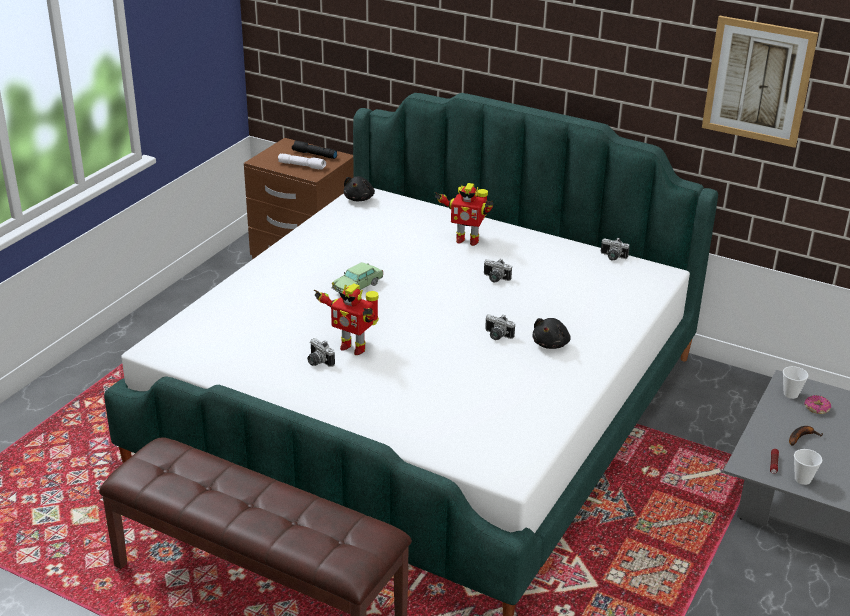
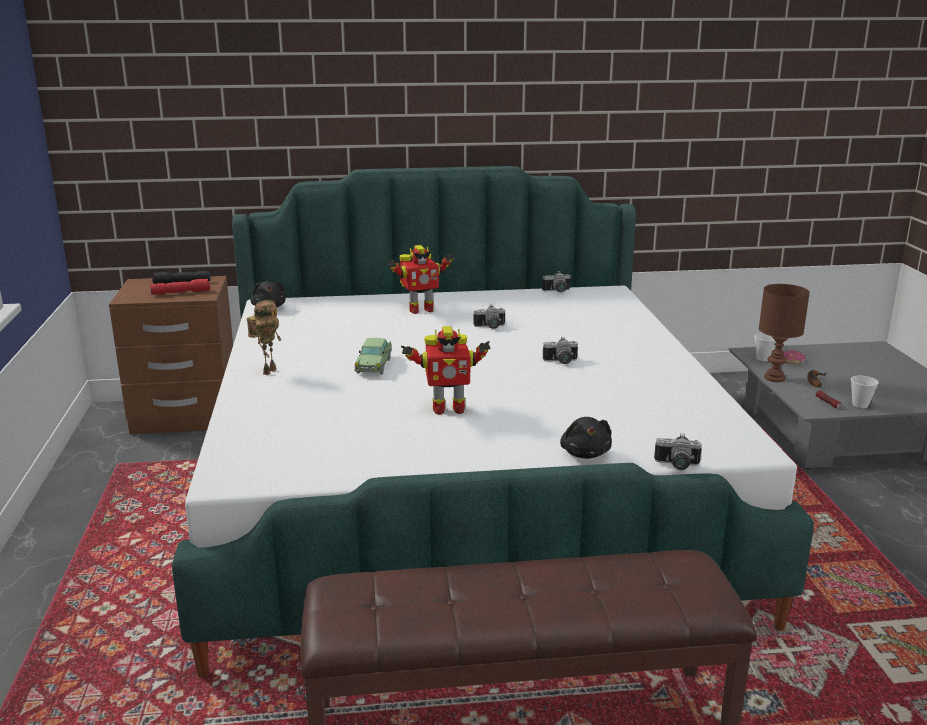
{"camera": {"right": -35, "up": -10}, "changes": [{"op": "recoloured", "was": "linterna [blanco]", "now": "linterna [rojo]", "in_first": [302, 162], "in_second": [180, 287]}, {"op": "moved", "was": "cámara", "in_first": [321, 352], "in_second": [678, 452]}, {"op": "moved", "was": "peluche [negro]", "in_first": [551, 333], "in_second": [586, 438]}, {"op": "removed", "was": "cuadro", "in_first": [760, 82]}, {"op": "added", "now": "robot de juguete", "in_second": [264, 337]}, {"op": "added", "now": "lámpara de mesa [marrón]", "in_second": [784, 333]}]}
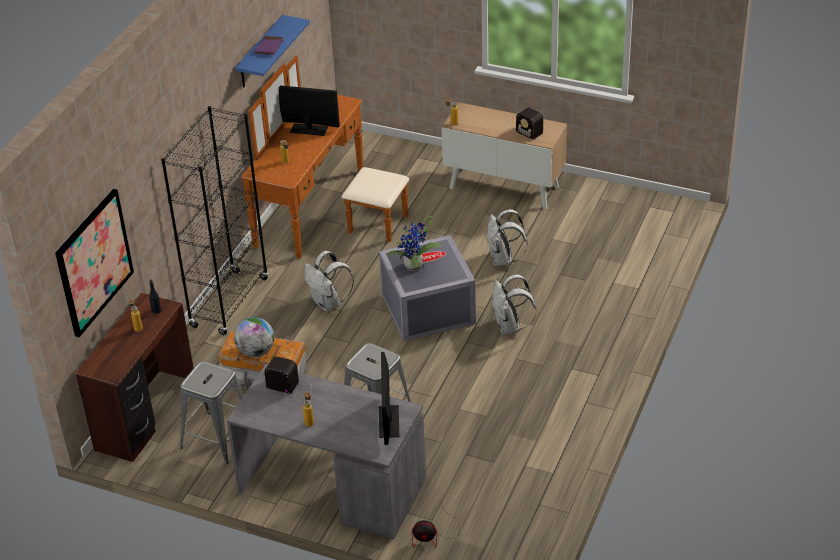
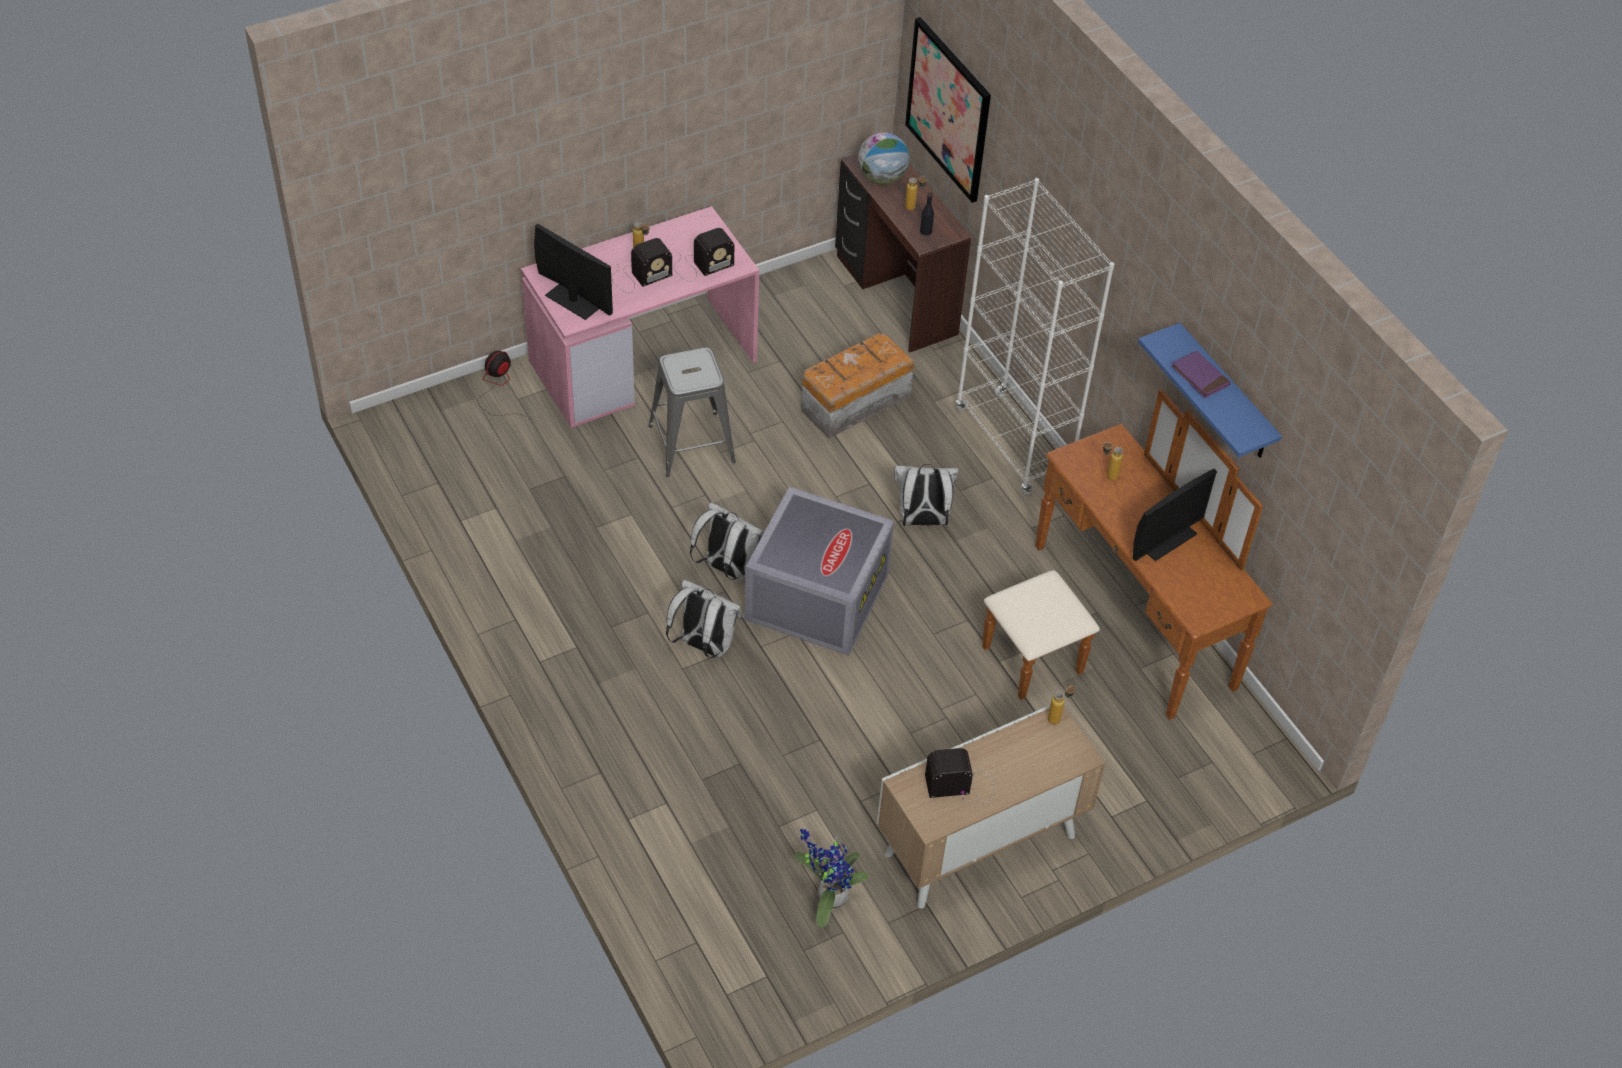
{"camera": {"right": 125, "up": 10}, "changes": [{"op": "recoloured", "was": "estantería [negro]", "now": "estantería [blanco]", "in_first": [214, 220], "in_second": [1035, 336]}, {"op": "removed", "was": "taburete [gris]", "in_first": [211, 412]}, {"op": "recoloured", "was": "escritorio [gris]", "now": "escritorio [rosa]", "in_first": [326, 452], "in_second": [640, 317]}, {"op": "moved", "was": "globo terráqueo", "in_first": [254, 337], "in_second": [883, 159]}, {"op": "moved", "was": "planta en maceta", "in_first": [414, 242], "in_second": [830, 878]}, {"op": "moved", "was": "mochila [blanco]", "in_first": [507, 237], "in_second": [727, 541]}, {"op": "added", "now": "radio", "in_second": [642, 265]}]}
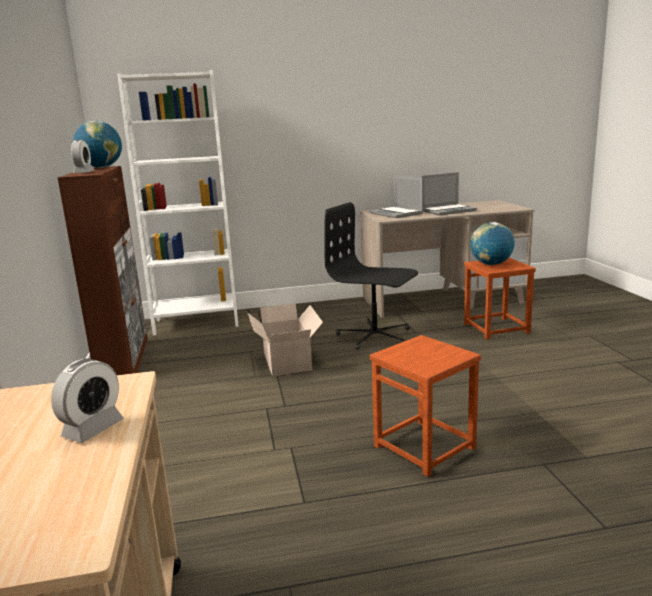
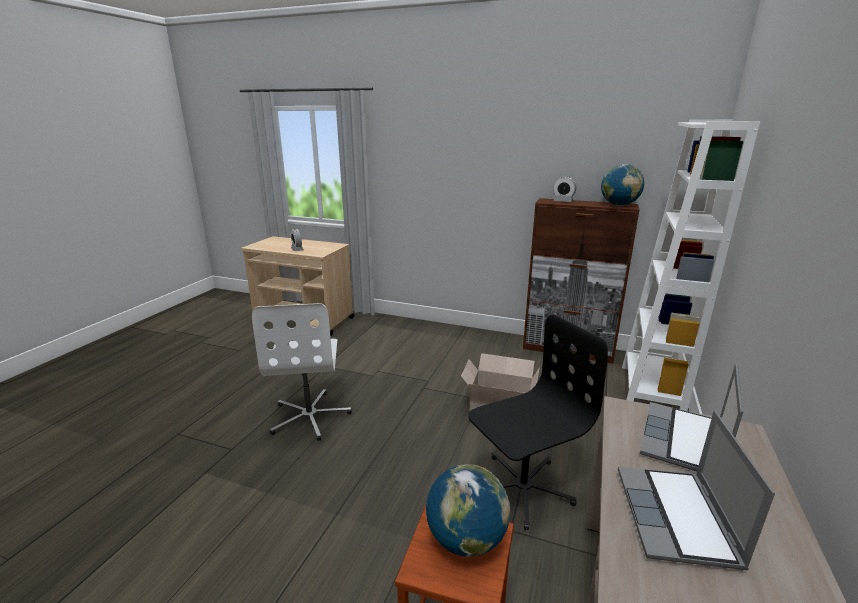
{"camera": {"right": 120, "up": 5}, "changes": [{"op": "turned", "was": "portátil", "in_first": [396, 196], "in_second": [691, 417], "clockwise": -60}, {"op": "replaced", "was": "taburete [marrón]", "now": "silla de oficina [blanco]", "in_first": [425, 406], "in_second": [302, 372]}]}
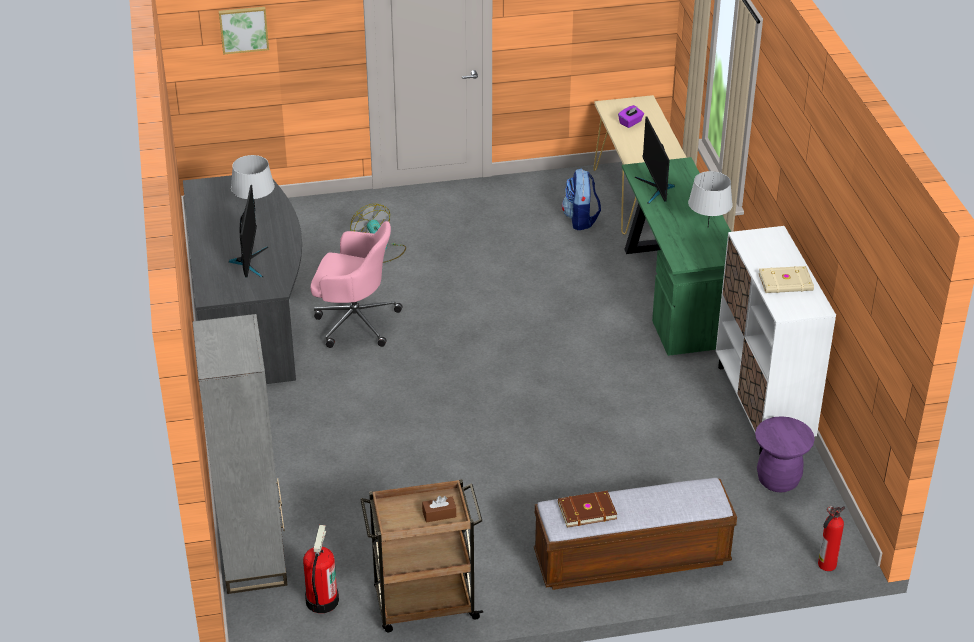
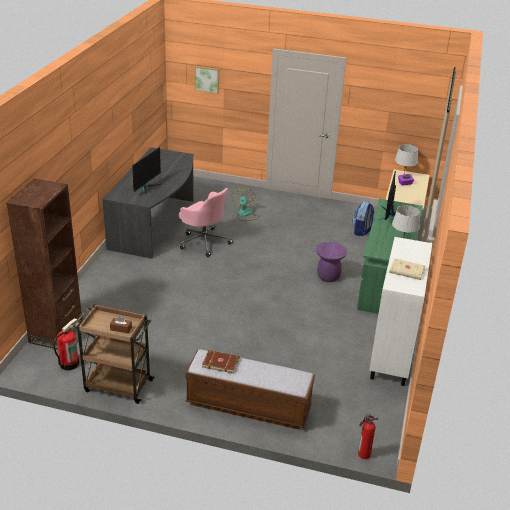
{"camera": {"right": 25, "up": -5}, "changes": [{"op": "recoloured", "was": "estantería [gris]", "now": "estantería [marrón]", "in_first": [240, 454], "in_second": [44, 264]}, {"op": "moved", "was": "lámpara de mesa [gris]", "in_first": [253, 181], "in_second": [406, 158]}, {"op": "moved", "was": "taburete [morado]", "in_first": [785, 454], "in_second": [331, 262]}]}
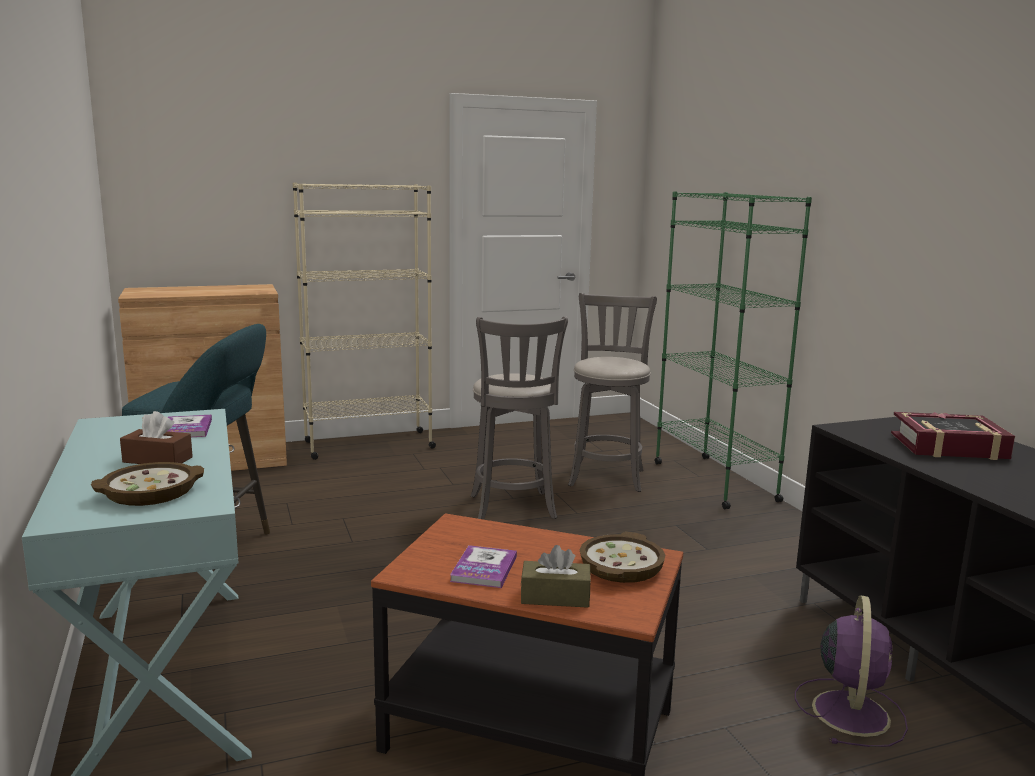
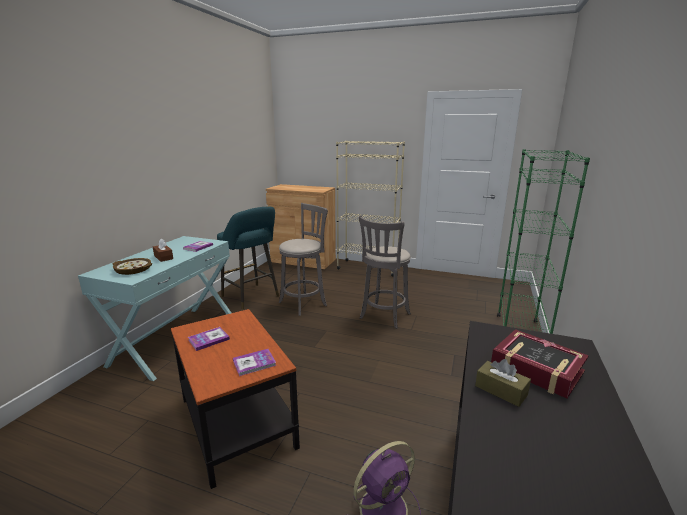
{"camera": {"right": 40, "up": 5}, "changes": [{"op": "moved", "was": "caja de pañuelos [marrón]", "in_first": [556, 576], "in_second": [503, 383]}, {"op": "moved", "was": "taburete [gris]", "in_first": [612, 392], "in_second": [303, 259]}, {"op": "replaced", "was": "cuenco", "now": "libro", "in_first": [622, 557], "in_second": [254, 362]}]}
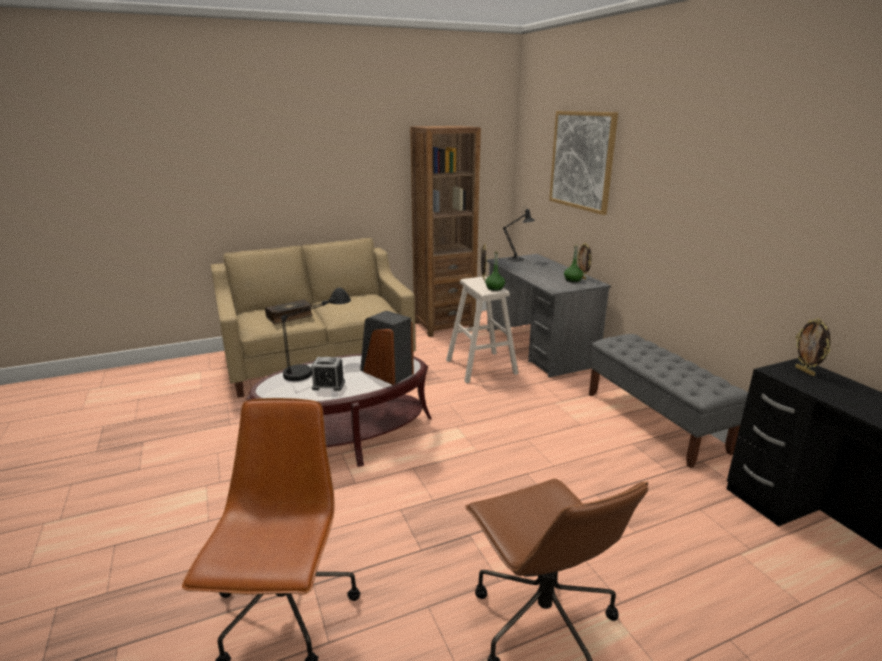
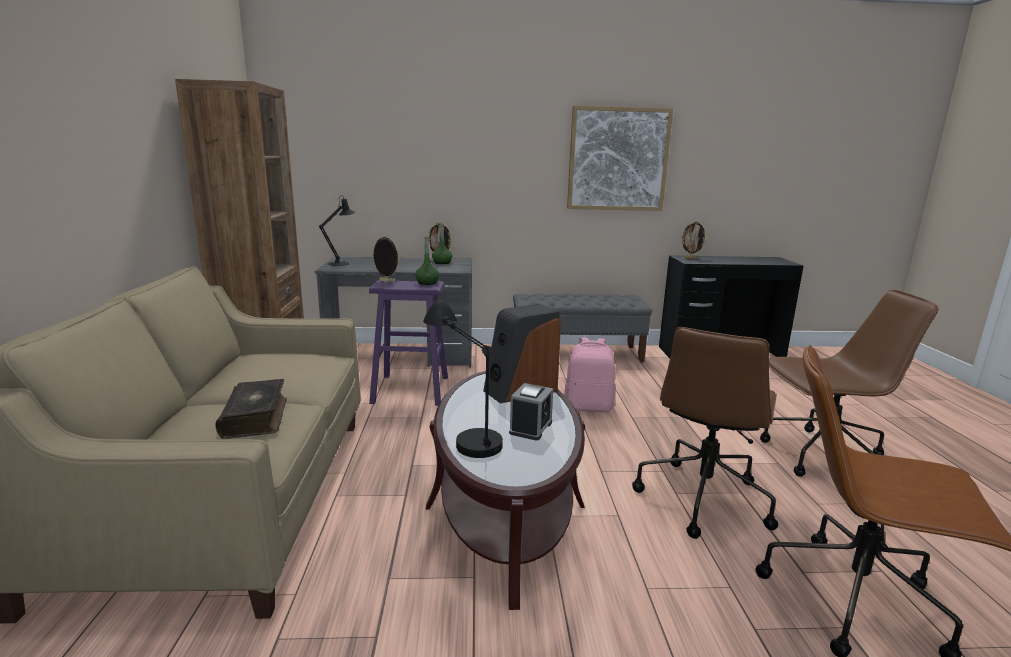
{"camera": {"right": -70, "up": -5}, "changes": [{"op": "recoloured", "was": "taburete [beis]", "now": "taburete [morado]", "in_first": [482, 330], "in_second": [408, 343]}, {"op": "moved", "was": "cuadro", "in_first": [583, 163], "in_second": [620, 158]}, {"op": "added", "now": "mochila [rosa]", "in_second": [589, 375]}, {"op": "added", "now": "silla de oficina [marrón]", "in_second": [705, 433]}]}
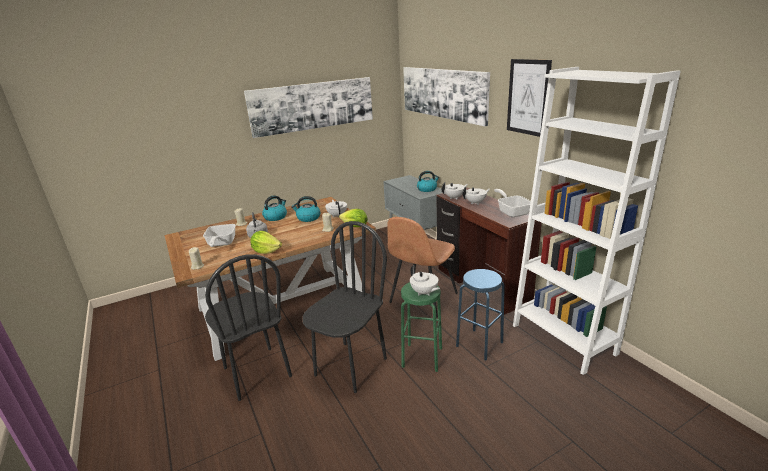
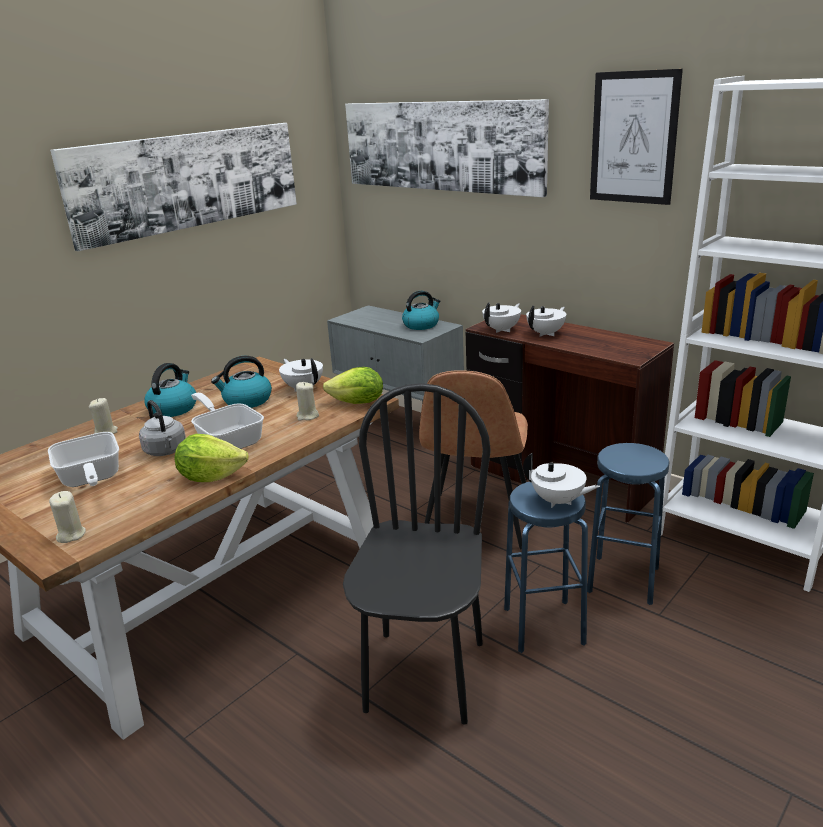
{"camera": {"right": -20, "up": 0}, "changes": [{"op": "removed", "was": "silla [negro]", "in_first": [248, 327]}, {"op": "recoloured", "was": "taburete [verde]", "now": "taburete [azul]", "in_first": [421, 327], "in_second": [546, 567]}, {"op": "moved", "was": "sartén", "in_first": [512, 203], "in_second": [227, 421]}]}
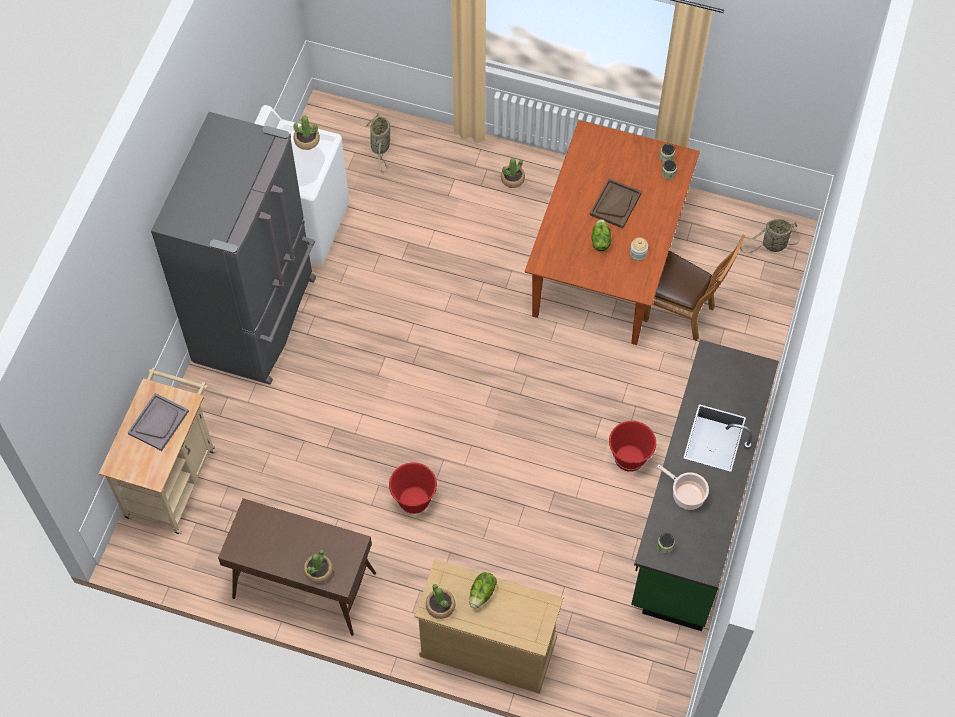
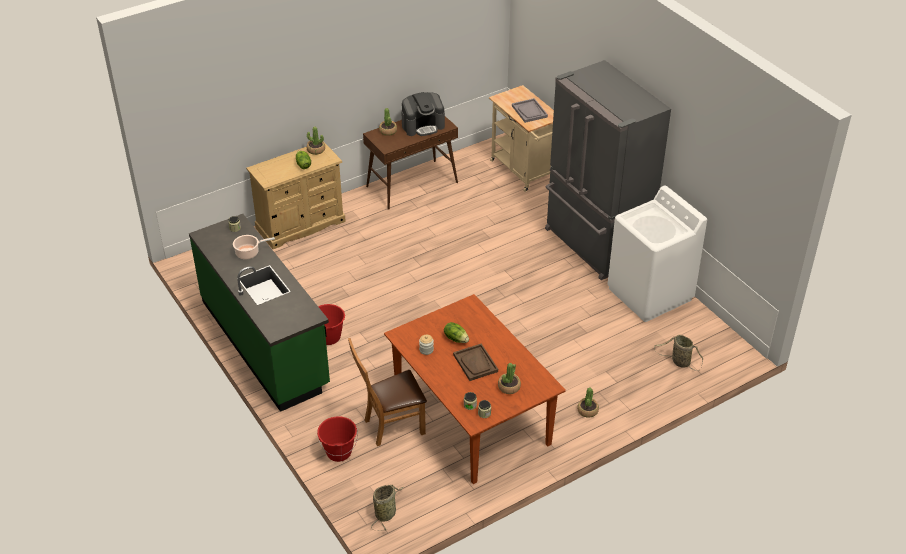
{"camera": {"right": 130, "up": -20}, "changes": [{"op": "moved", "was": "planta en maceta", "in_first": [306, 133], "in_second": [509, 378]}, {"op": "moved", "was": "cubo [rojo]", "in_first": [413, 488], "in_second": [337, 439]}, {"op": "added", "now": "cafetera", "in_second": [423, 114]}]}
